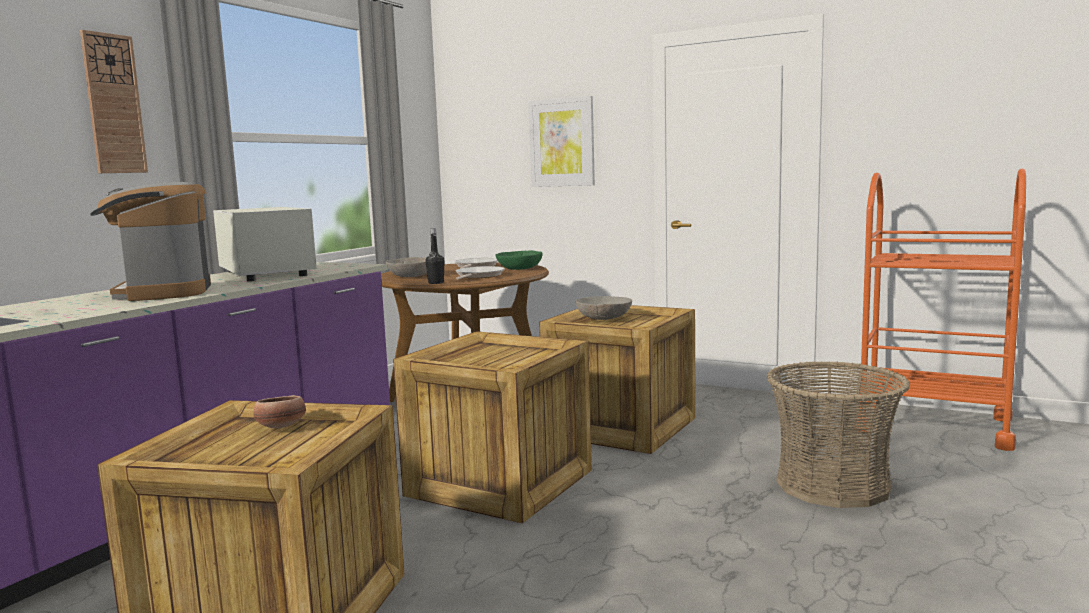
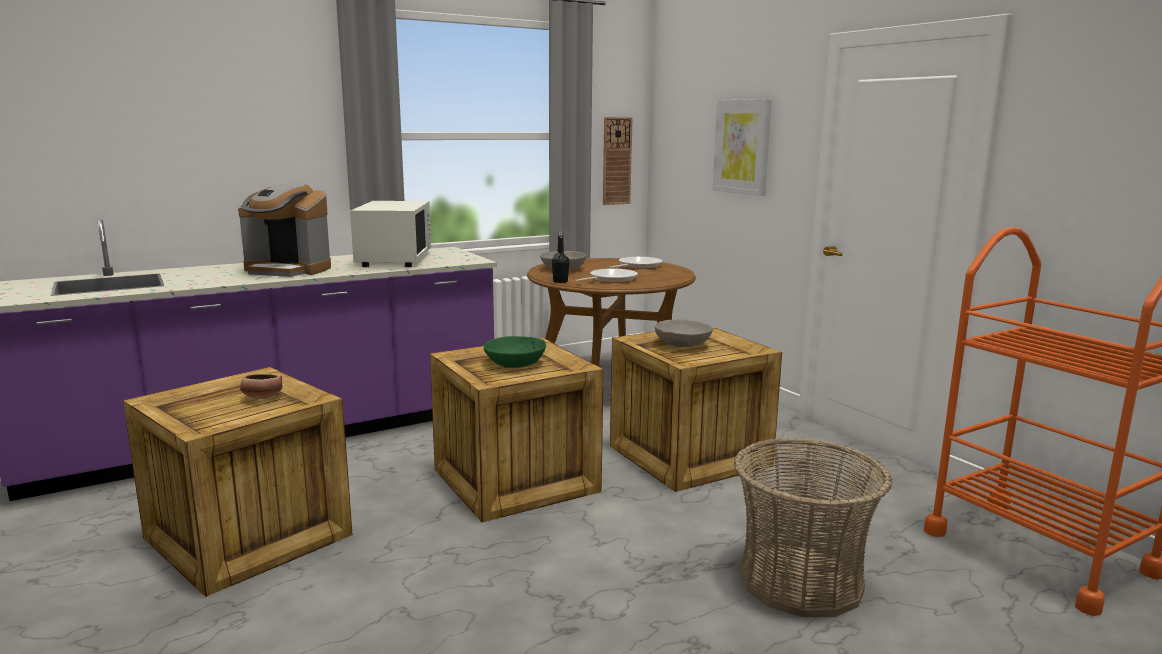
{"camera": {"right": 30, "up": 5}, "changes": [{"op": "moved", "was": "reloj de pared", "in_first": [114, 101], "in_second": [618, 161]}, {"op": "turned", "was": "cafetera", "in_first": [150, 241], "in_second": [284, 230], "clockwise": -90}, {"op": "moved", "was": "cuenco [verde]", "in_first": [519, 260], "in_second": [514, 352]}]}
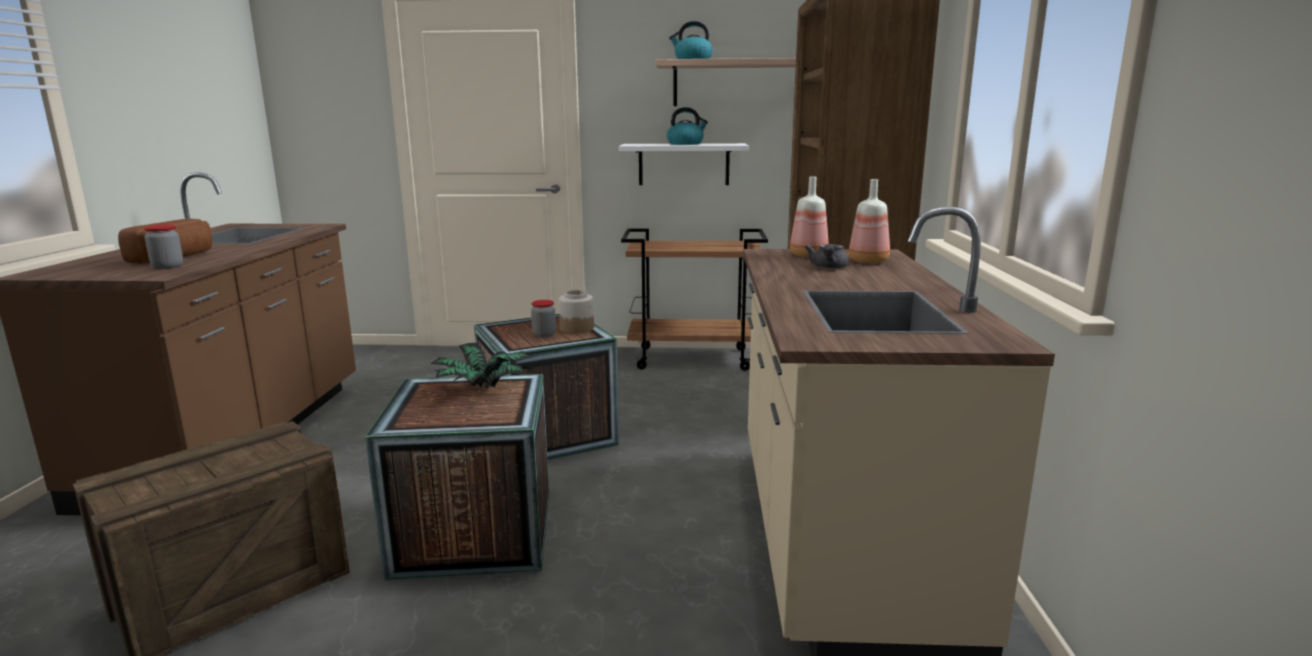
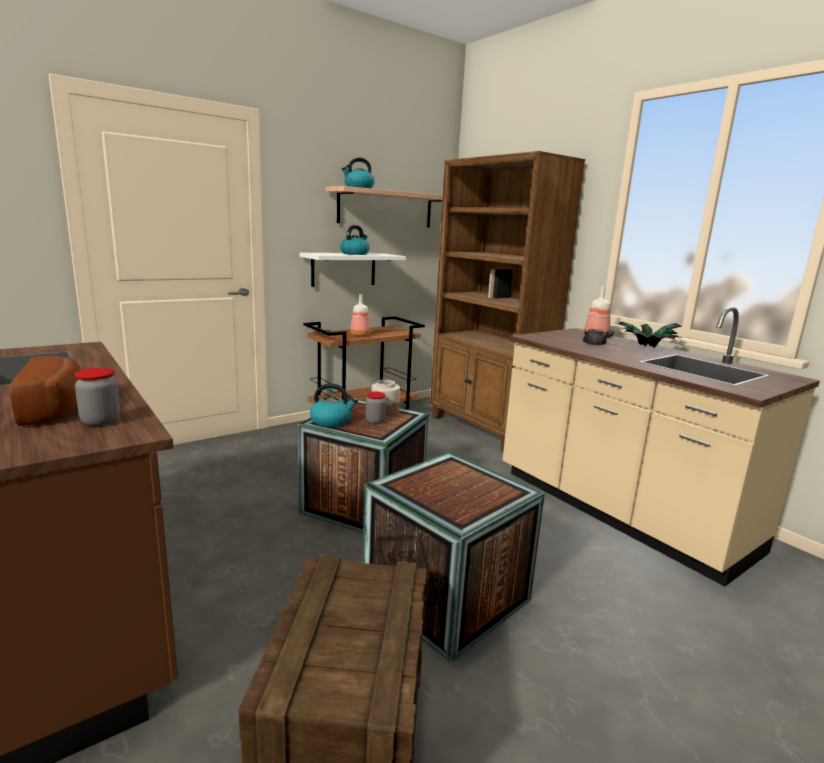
{"camera": {"right": -40, "up": 0}, "changes": [{"op": "moved", "was": "planta en maceta", "in_first": [481, 366], "in_second": [650, 335]}, {"op": "moved", "was": "botella", "in_first": [809, 216], "in_second": [360, 315]}, {"op": "added", "now": "hervidor", "in_second": [334, 405]}]}
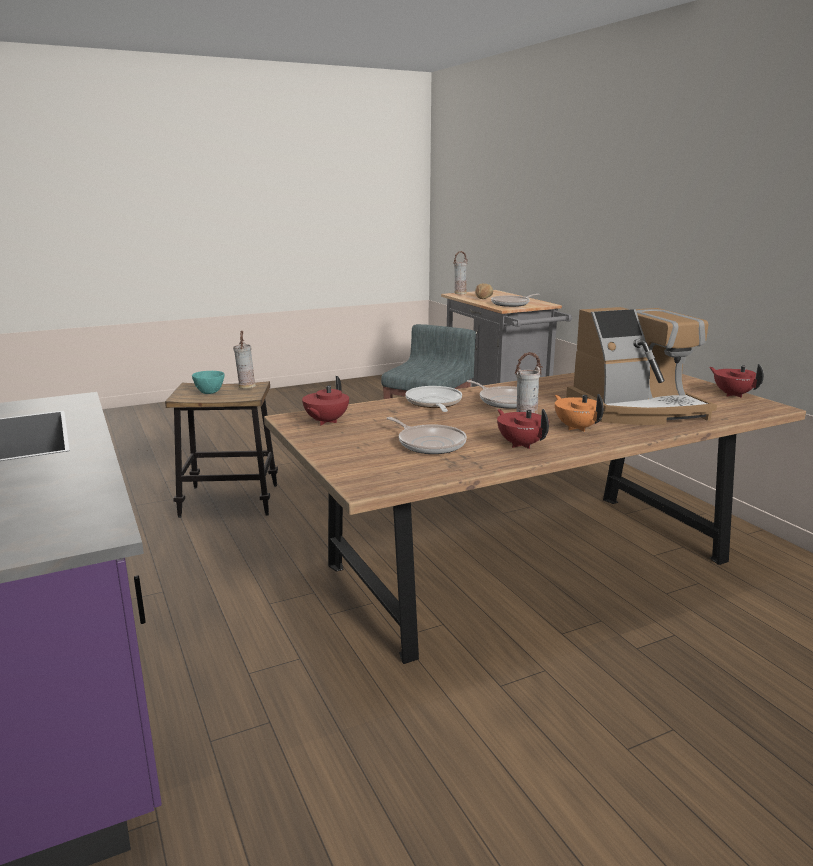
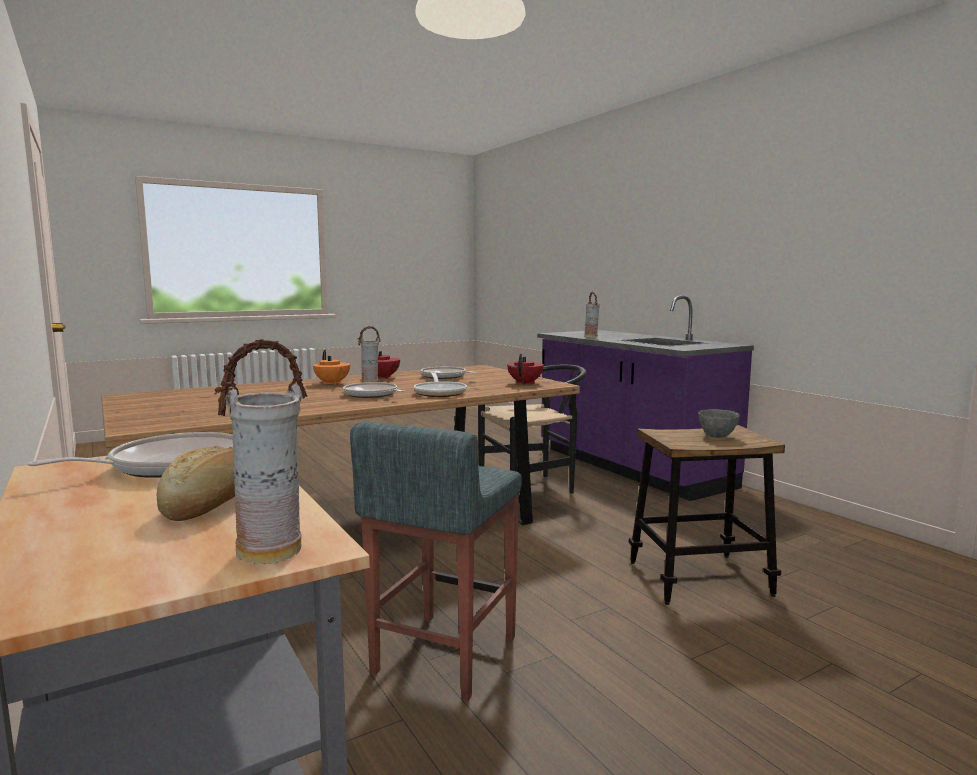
{"camera": {"right": 175, "up": -10}, "changes": [{"op": "recoloured", "was": "cuenco [turquesa]", "now": "cuenco [gris]", "in_first": [208, 382], "in_second": [719, 423]}, {"op": "moved", "was": "florero", "in_first": [244, 360], "in_second": [592, 315]}, {"op": "removed", "was": "cafetera", "in_first": [641, 366]}, {"op": "removed", "was": "tetera [rojo]", "in_first": [736, 381]}, {"op": "added", "now": "silla [negro]", "in_second": [532, 429]}]}
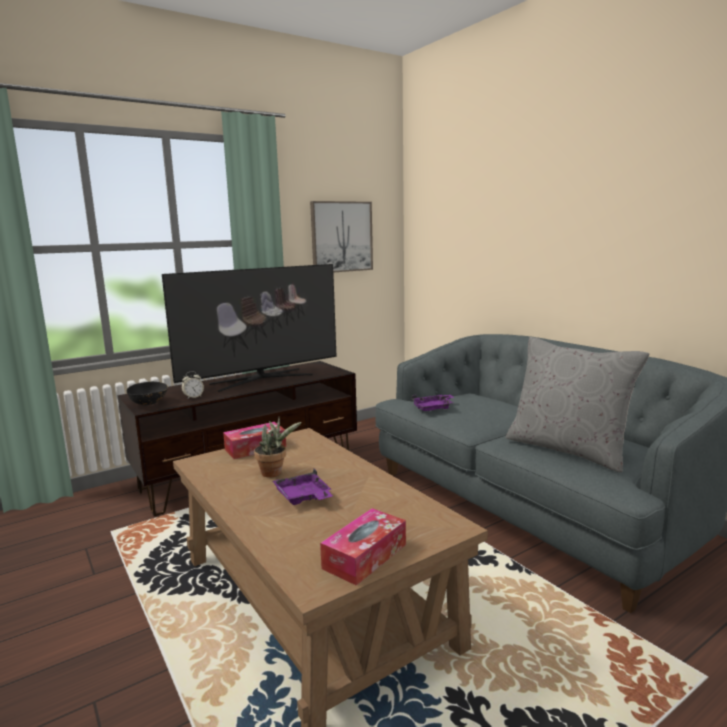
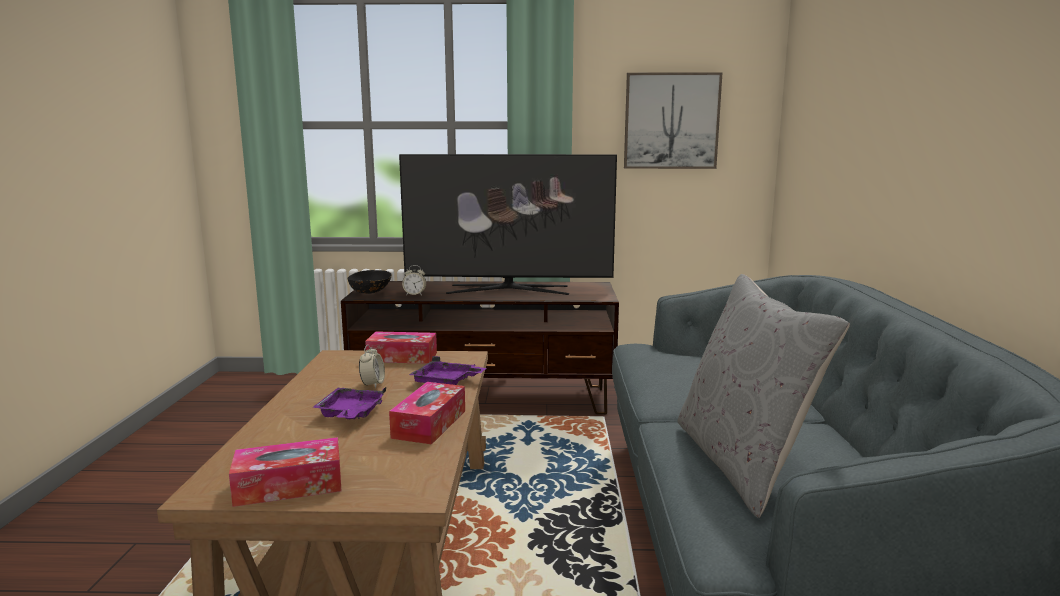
{"camera": {"right": 35, "up": 0}, "changes": [{"op": "replaced", "was": "planta en maceta", "now": "despertador", "in_first": [278, 447], "in_second": [372, 366]}, {"op": "moved", "was": "bandeja [morado]", "in_first": [432, 402], "in_second": [448, 370]}, {"op": "added", "now": "caja de pañuelos", "in_second": [427, 413]}]}
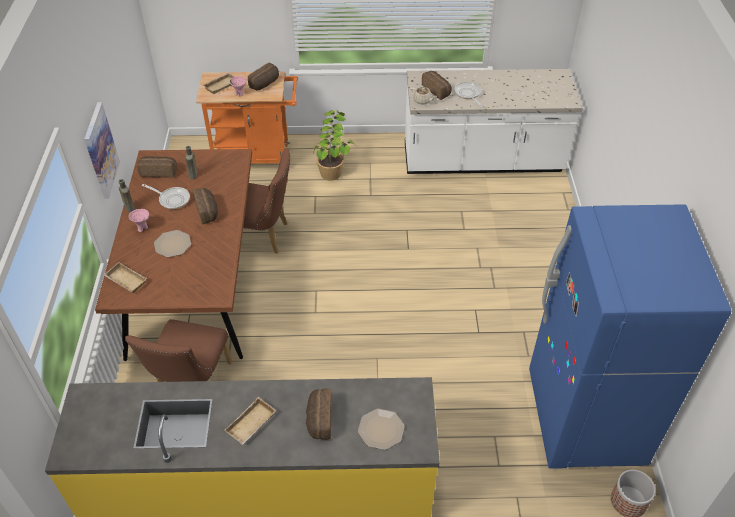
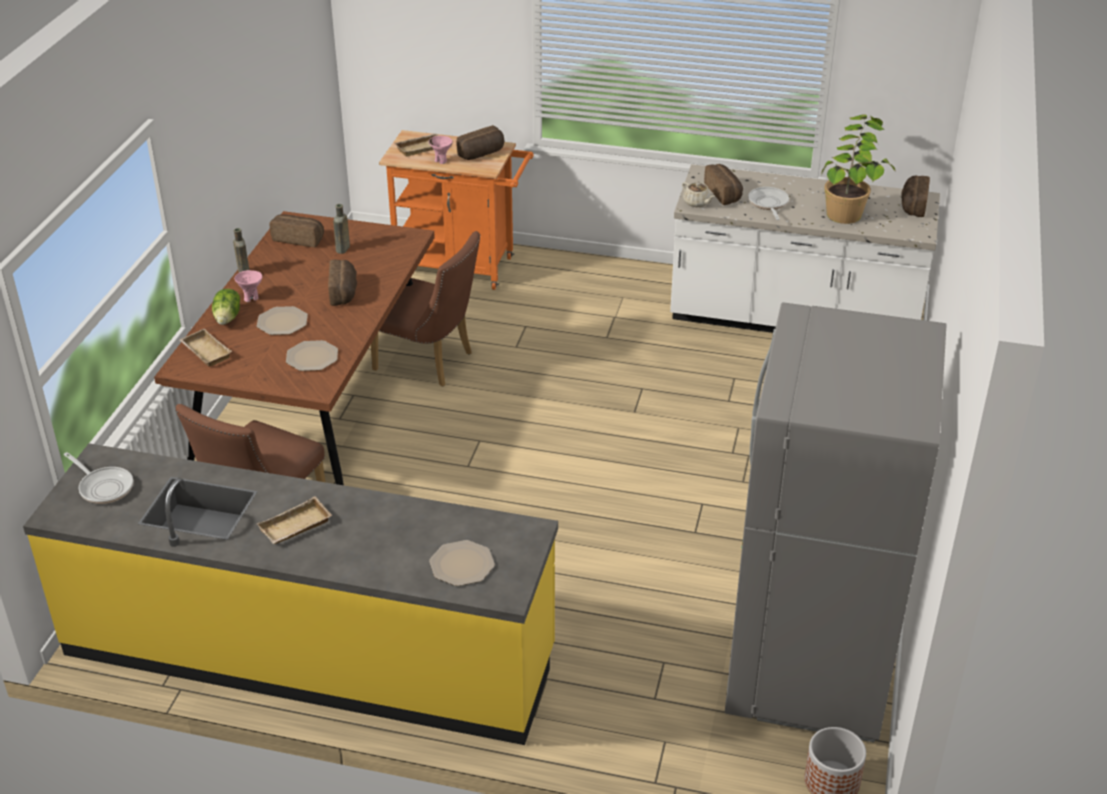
{"camera": {"right": 15, "up": -10}, "changes": [{"op": "removed", "was": "cuadro", "in_first": [102, 150]}, {"op": "moved", "was": "sartén", "in_first": [166, 196], "in_second": [98, 478]}, {"op": "moved", "was": "pan", "in_first": [319, 414], "in_second": [915, 196]}, {"op": "moved", "was": "planta en maceta", "in_first": [333, 145], "in_second": [858, 169]}, {"op": "recoloured", "was": "nevera [azul]", "now": "nevera [gris]", "in_first": [630, 336], "in_second": [836, 522]}, {"op": "added", "now": "lechuga", "in_second": [226, 307]}, {"op": "added", "now": "plato", "in_second": [312, 355]}]}
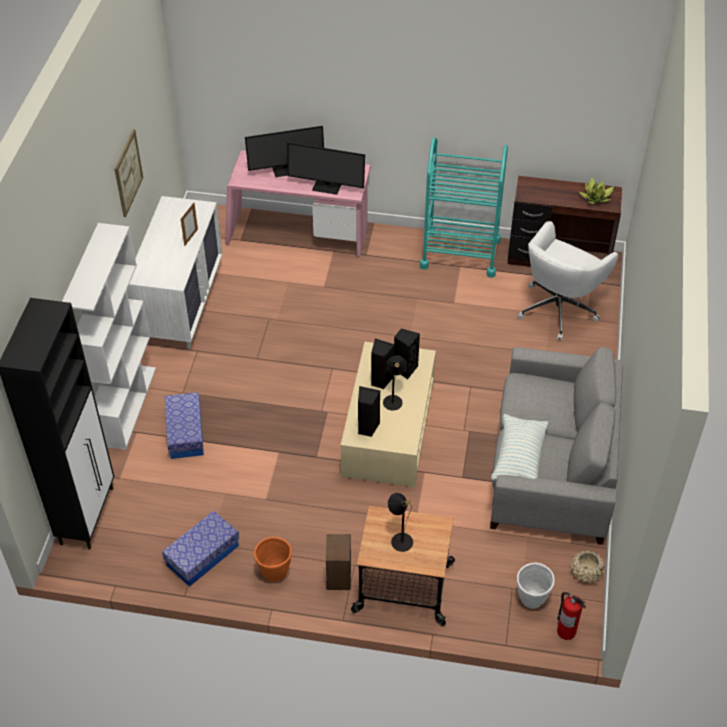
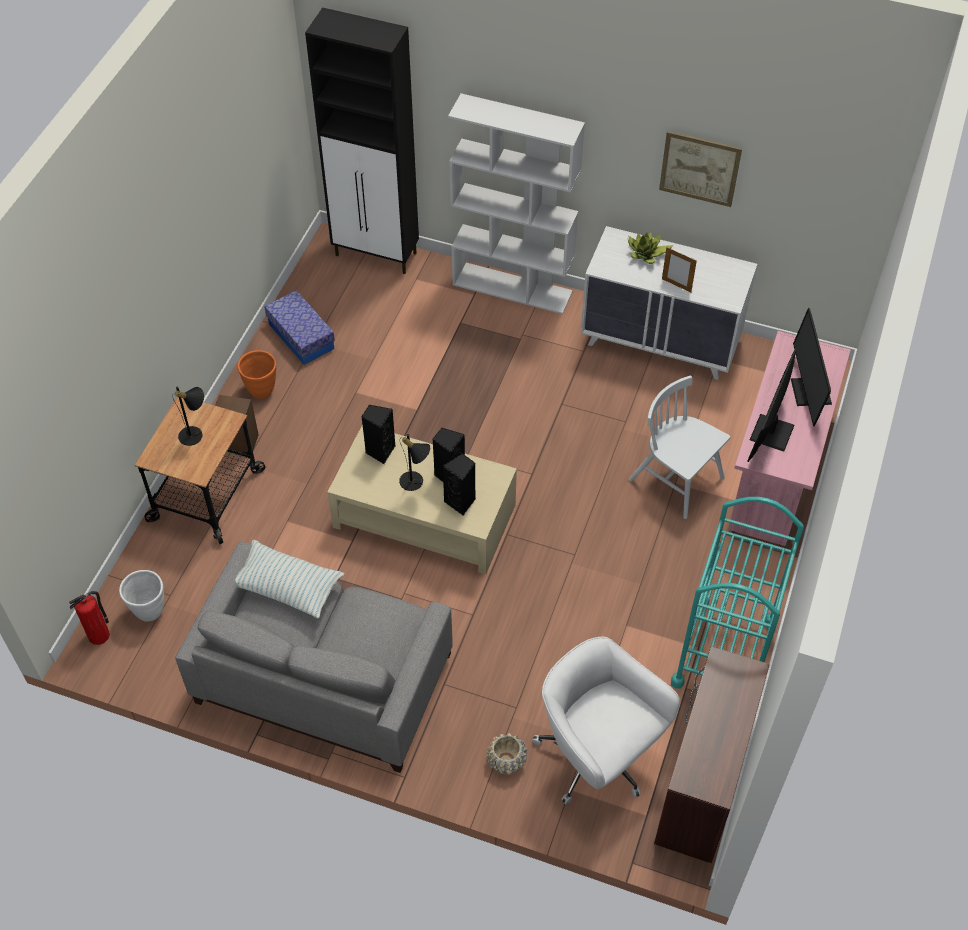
{"camera": {"right": 100, "up": 5}, "changes": [{"op": "removed", "was": "caja de almacenaje", "in_first": [184, 425]}, {"op": "moved", "was": "maceta [beis]", "in_first": [588, 566], "in_second": [506, 754]}, {"op": "moved", "was": "planta en maceta", "in_first": [596, 190], "in_second": [651, 248]}, {"op": "added", "now": "silla [blanco]", "in_second": [679, 447]}]}
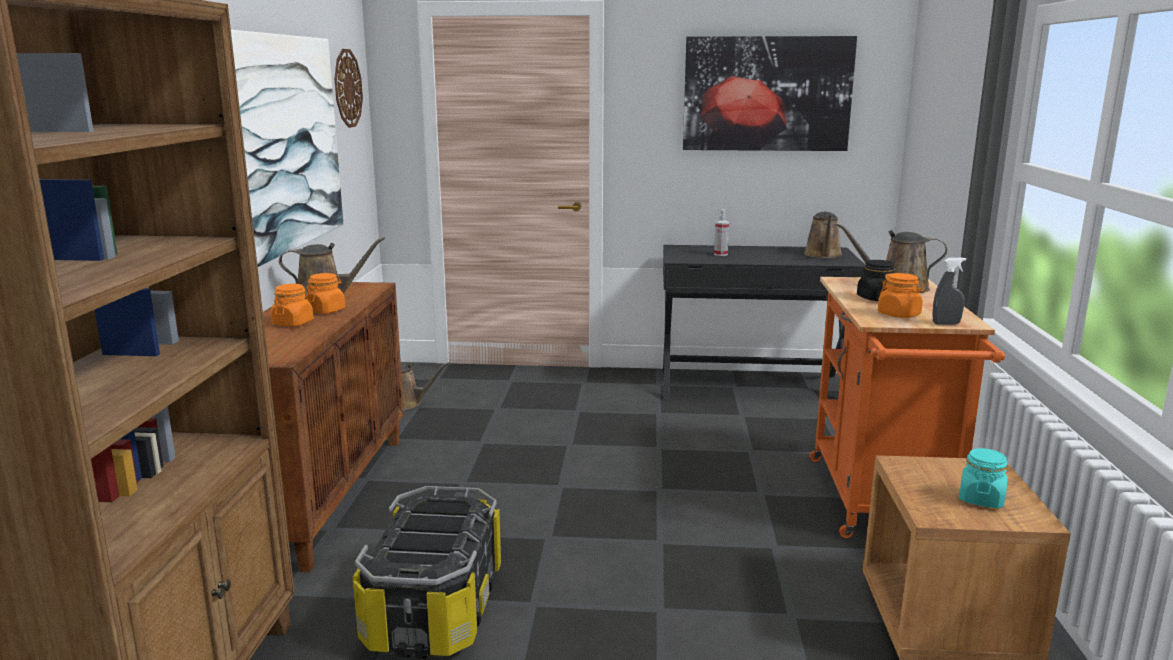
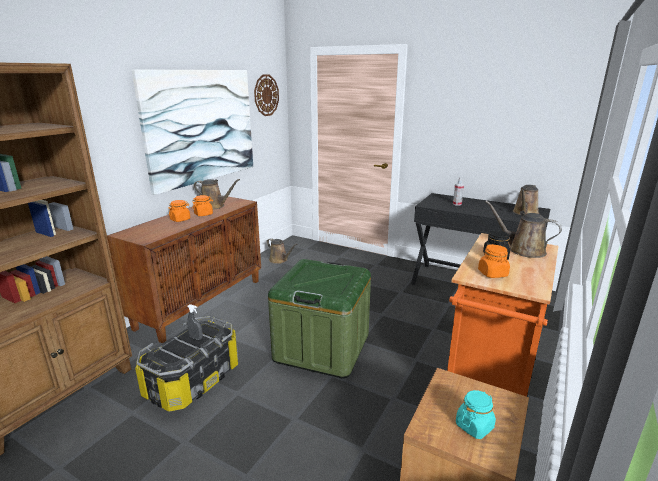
{"camera": {"right": 25, "up": 5}, "changes": [{"op": "removed", "was": "cuadro", "in_first": [770, 93]}, {"op": "moved", "was": "pulverizador [gris]", "in_first": [949, 291], "in_second": [195, 322]}, {"op": "added", "now": "caja de almacenaje [verde]", "in_second": [319, 318]}]}
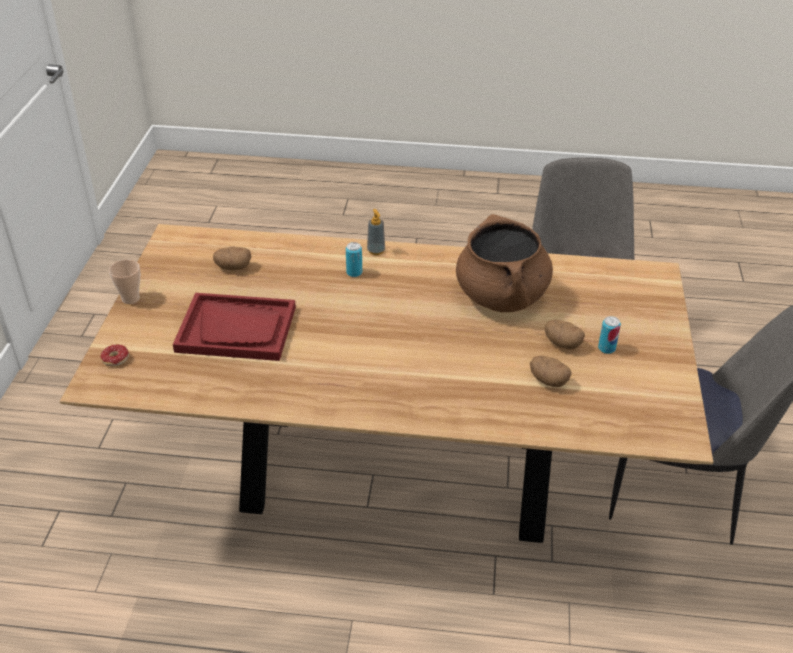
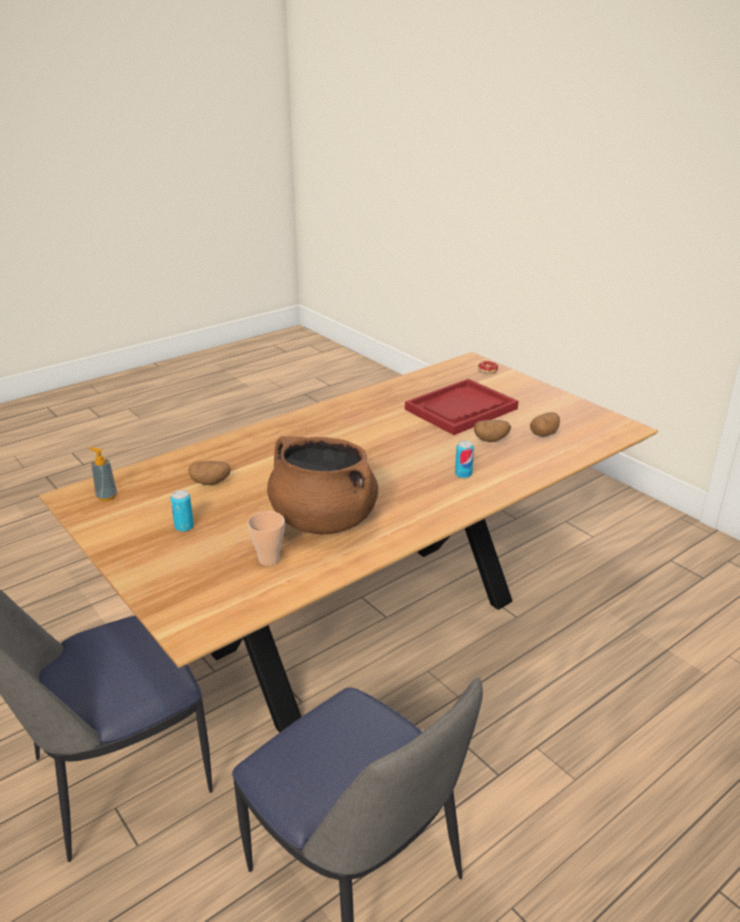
{"camera": {"right": 135, "up": -10}, "changes": [{"op": "moved", "was": "taza", "in_first": [124, 282], "in_second": [266, 538]}, {"op": "moved", "was": "dispensador de jabón", "in_first": [376, 232], "in_second": [103, 474]}, {"op": "moved", "was": "patata", "in_first": [564, 334], "in_second": [492, 431]}]}
